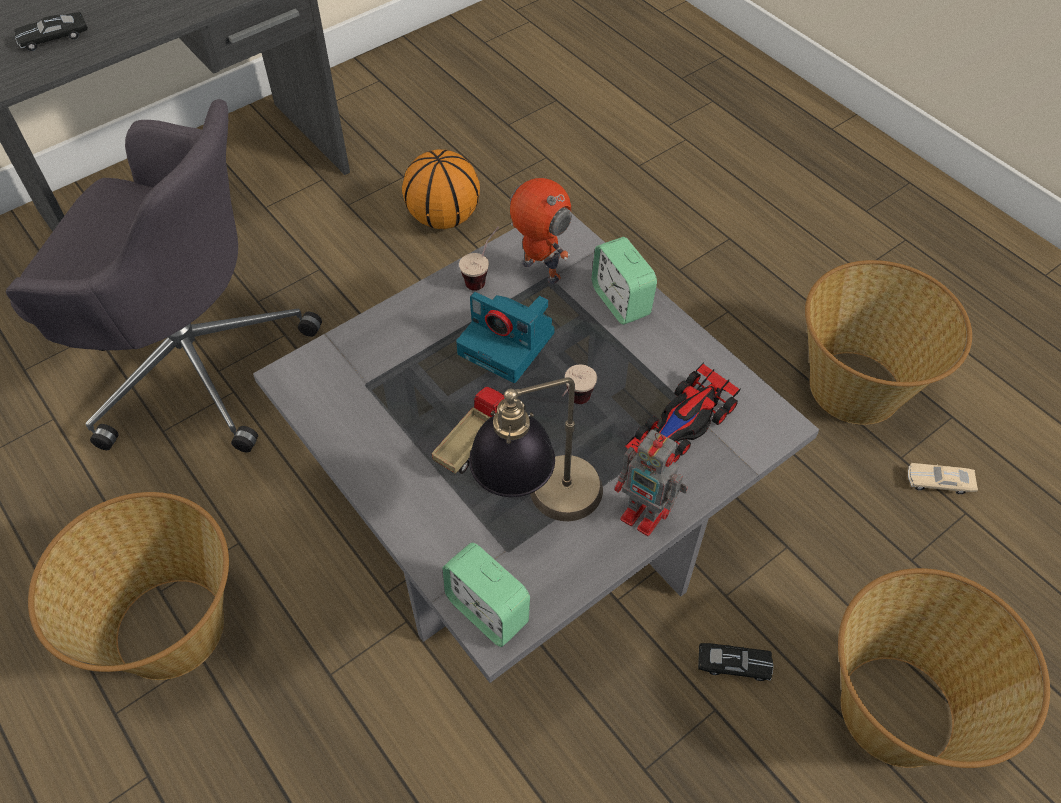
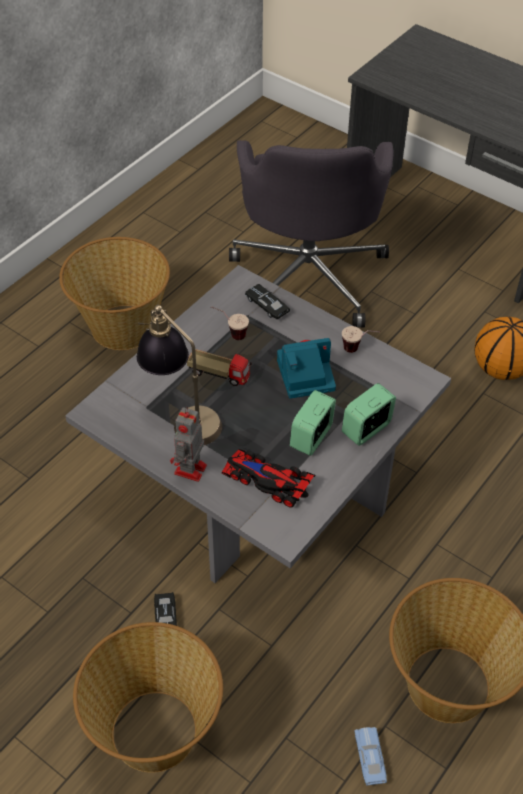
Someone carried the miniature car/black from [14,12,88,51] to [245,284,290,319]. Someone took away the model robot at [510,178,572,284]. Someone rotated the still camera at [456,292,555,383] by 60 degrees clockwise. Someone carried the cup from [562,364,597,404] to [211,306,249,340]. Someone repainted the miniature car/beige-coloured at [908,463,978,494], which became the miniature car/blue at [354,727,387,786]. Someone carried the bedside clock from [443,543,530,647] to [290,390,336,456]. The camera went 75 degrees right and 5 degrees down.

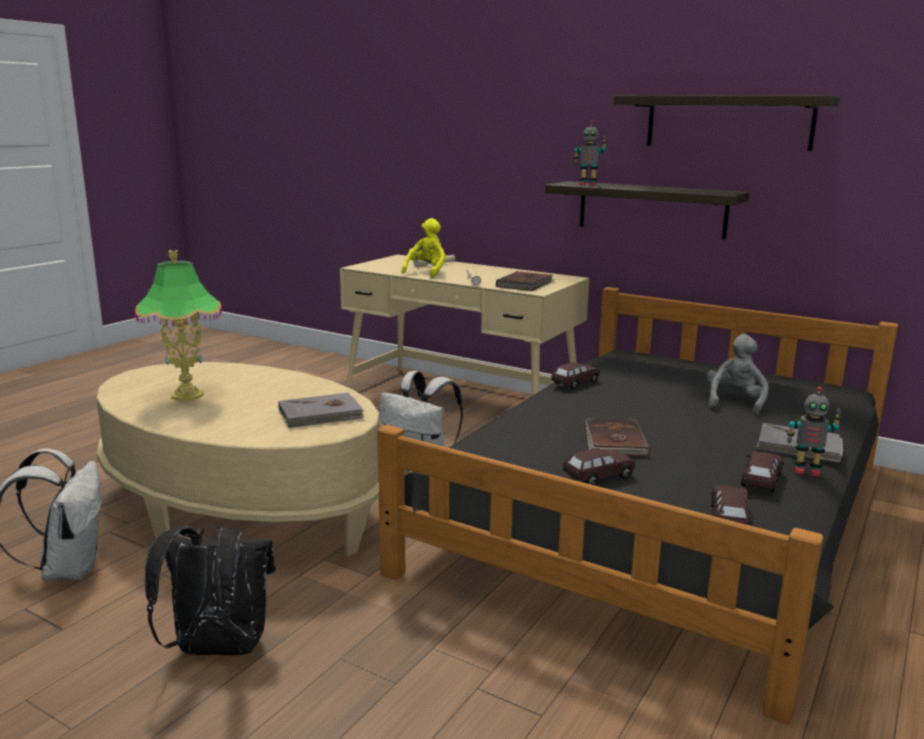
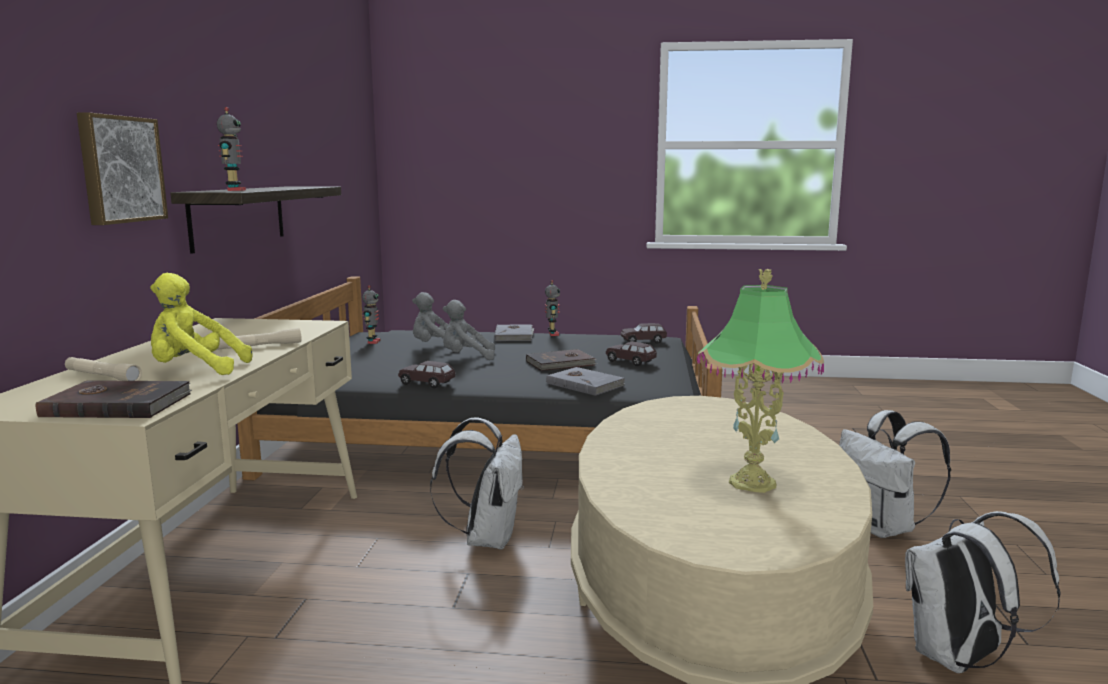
Someone took away the shelf at [613,95,841,151]. Someone carried the volume/brown from [496,271,555,291] to [36,380,192,418]. Someone carried the volume/gray from [278,393,365,428] to [546,367,626,396]. Someone took away the miniature car/brown at [741,451,784,493]. Someone repainted the backpack/black at [145,526,276,655], which became the backpack/whitish at [839,410,951,538]. Someone put up the picture at [77,112,168,225]. Someone put down the model robot at [362,285,381,344]. Someone put down the plush toy/gray at [443,300,495,360]. The camera went 115 degrees left and 5 degrees down.

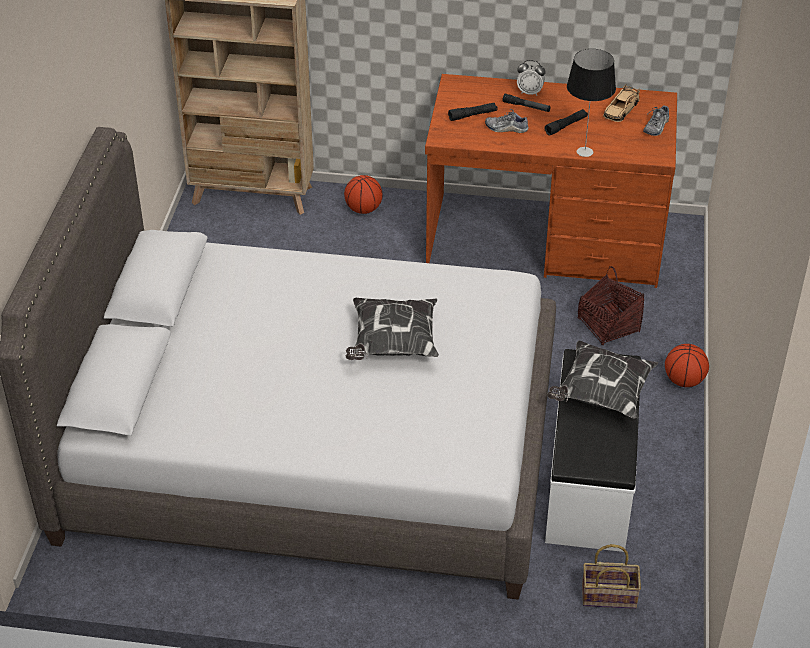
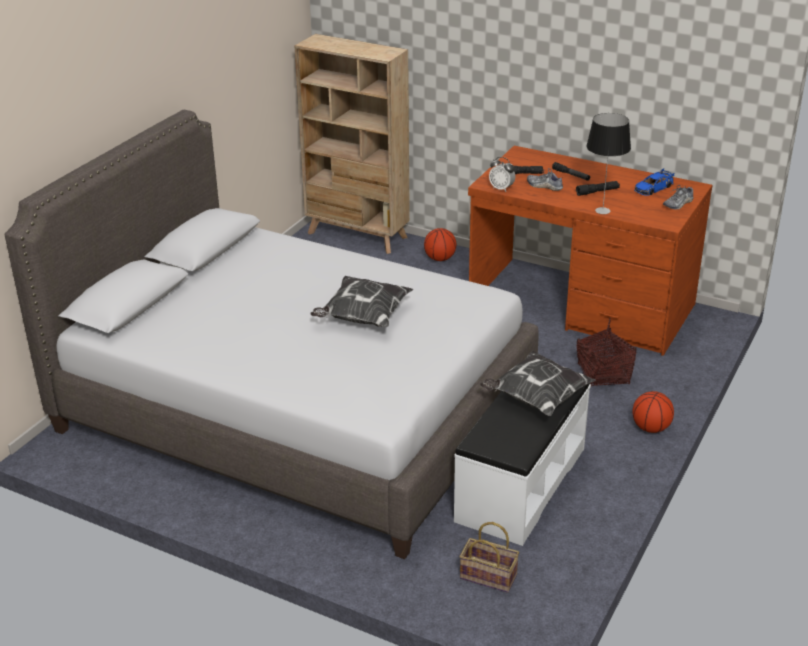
Someone carried the bedside clock from [517,60,546,96] to [489,157,515,192]. Someone repainted the miniature car/beige-coloured at [603,84,640,122], which became the miniature car/blue at [634,168,675,196]. The camera went 20 degrees right and 10 degrees down.

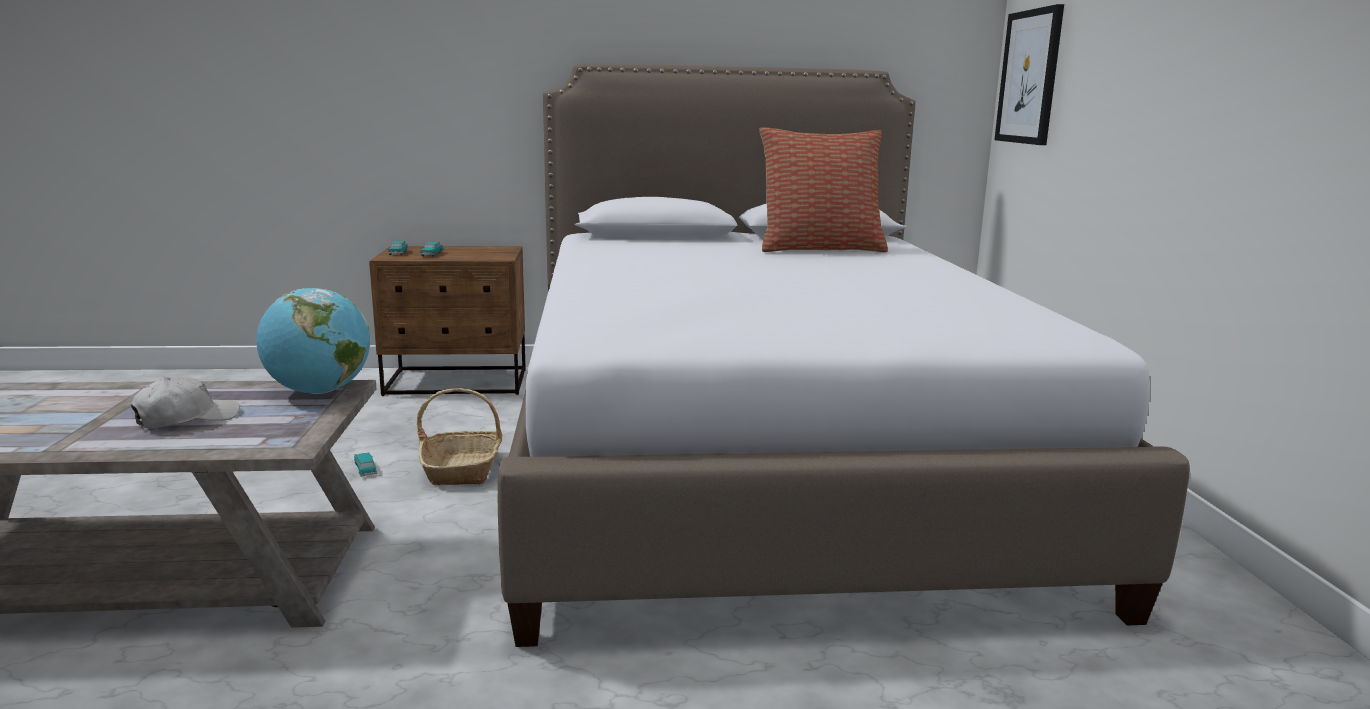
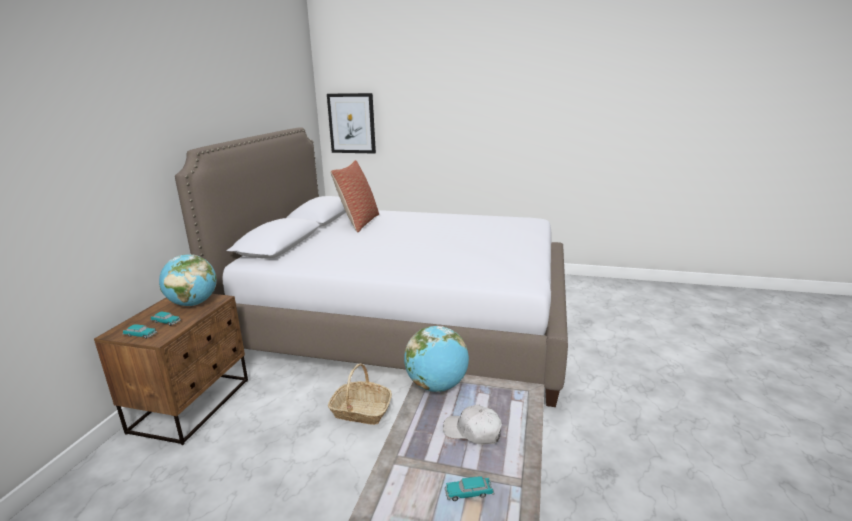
Someone rotated the baseball cap/whitish at [131,376,240,428] by 45 degrees counterclockwise. Someone carried the miniature car from [354,452,377,477] to [444,476,495,501]. Someone put down the desk globe at [159,254,217,306]. The camera went 70 degrees left and 5 degrees up.

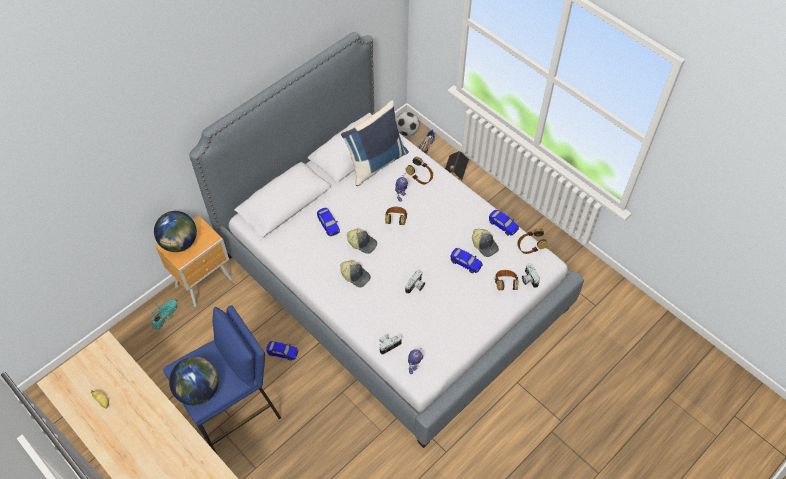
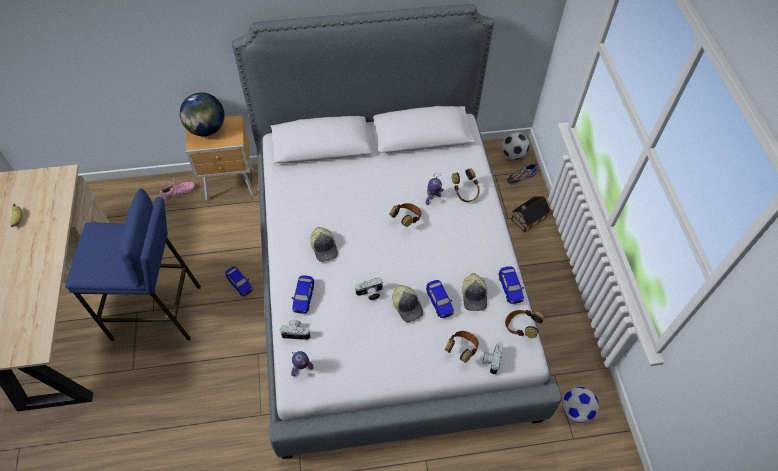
Someone took away the throw pillow/blue at [341,101,409,186]. Someone carried the miniature car from [317,208,340,236] to [292,275,314,314]. Someone carried the baseball cap from [347,229,377,254] to [392,285,423,322]. Someone repainted the item of footwear/blue-green at [148,299,177,330], which became the item of footwear/pinkish at [160,176,196,201]. Someone took away the desk globe at [169,357,219,405]. Someone put down the ball for football at [562,387,599,423]. The camera went 35 degrees right and 0 degrees up.

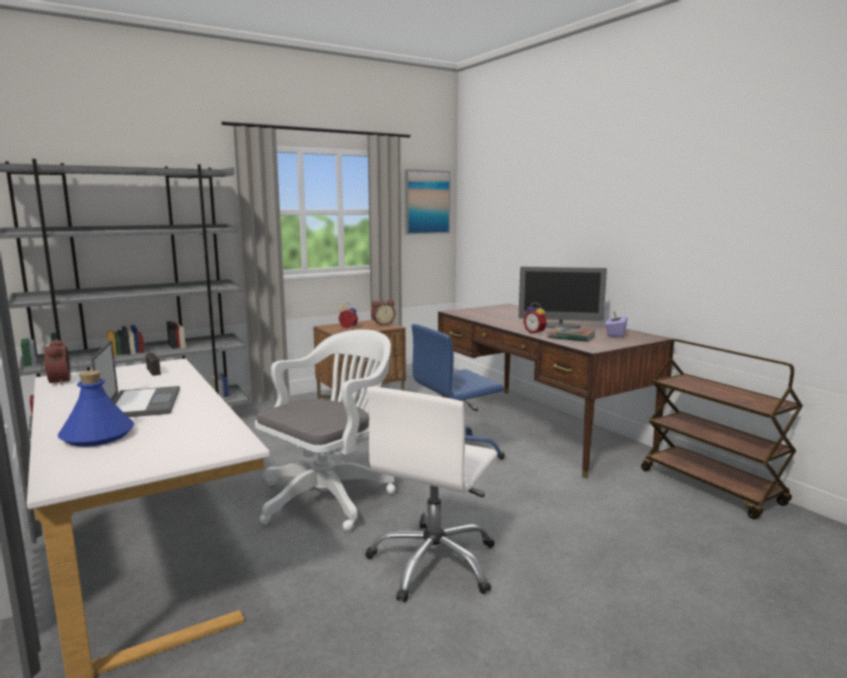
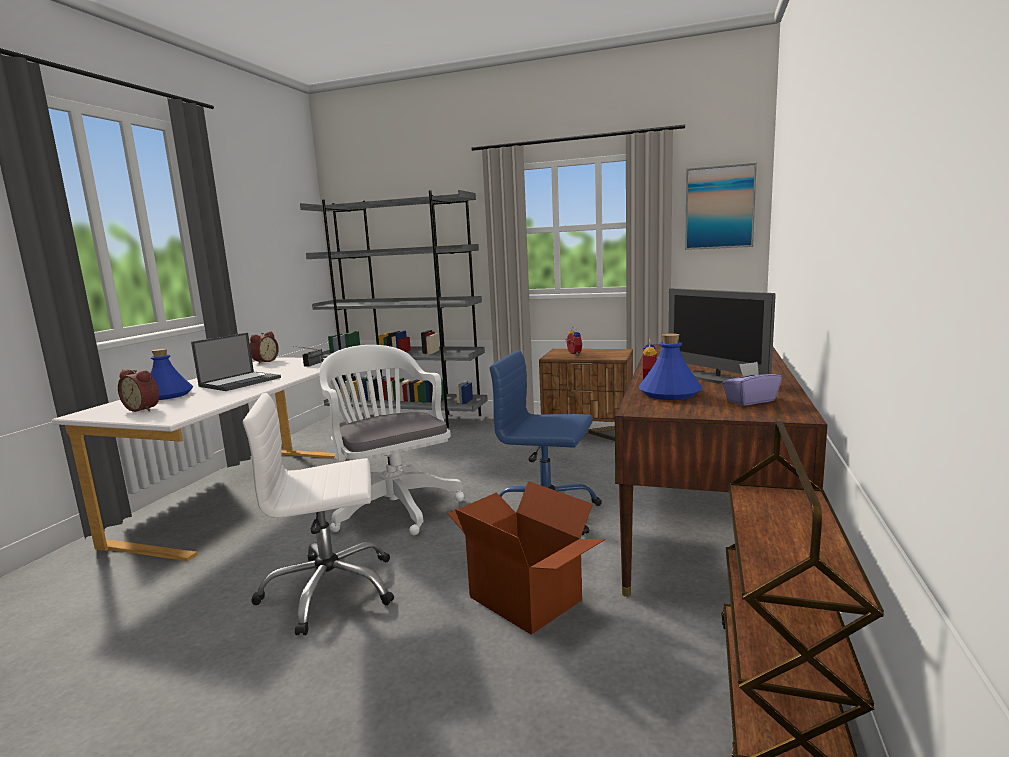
Someone carried the bedside clock from [371,300,395,325] to [118,369,159,412]. Someone swapped the volume at [547,327,596,342] for the bottle/blue at [639,333,702,400]. Someone rotated the office chair/whitish at [255,329,396,531] by 120 degrees counterclockwise. Someone put down the carton at [448,481,605,635]. The camera went 50 degrees right and 0 degrees up.

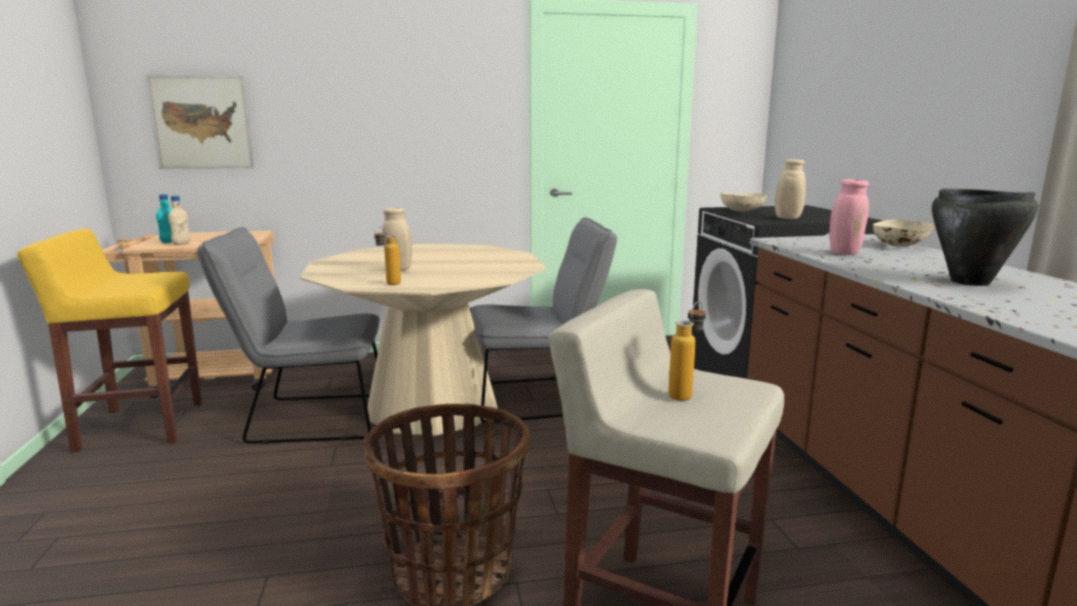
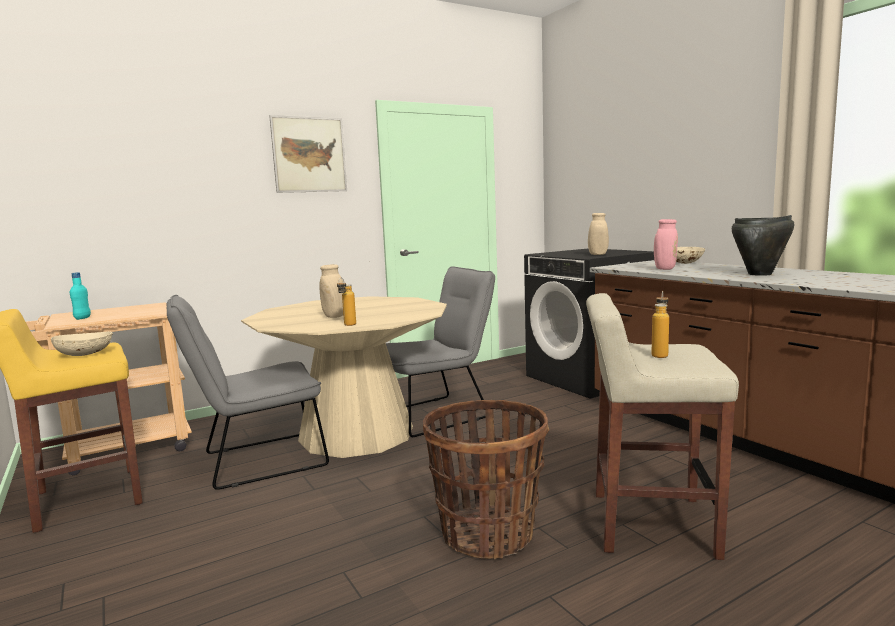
Someone carried the picture from [145,74,255,169] to [269,115,347,193]. Someone carried the bowl/beige-coloured from [720,193,767,212] to [51,331,113,356]. Someone took away the bottle/beige-coloured at [168,195,191,245]. The camera went 20 degrees left and 5 degrees down.

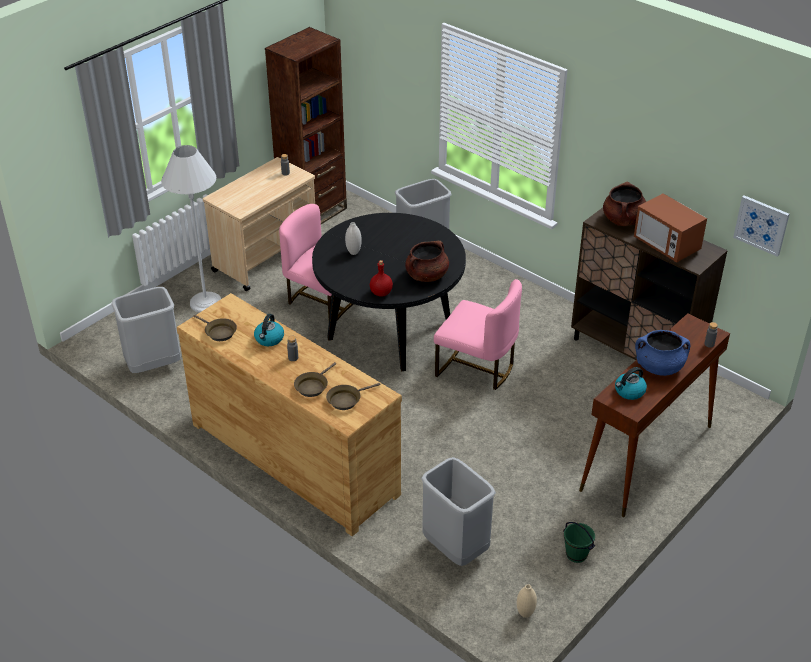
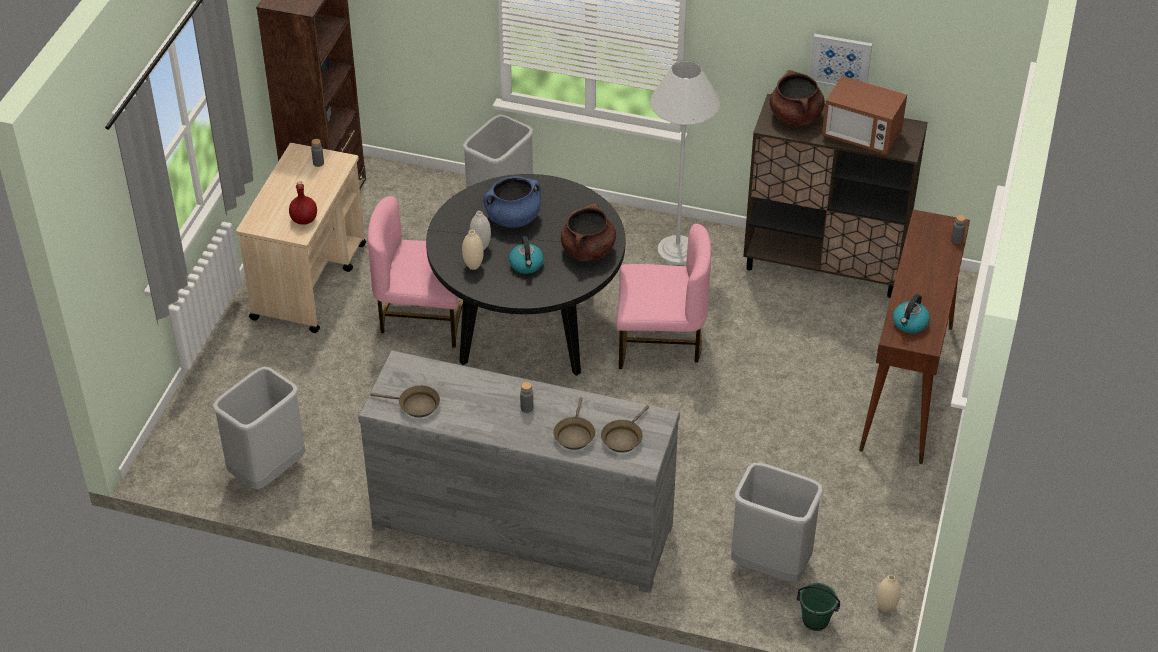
Someone carried the standing lamp/whitish from [161,145,221,313] to [650,60,720,265]. Someone carried the picture from [733,195,789,257] to [810,34,872,87]. Someone carried the bottle/red-coloured from [370,260,393,297] to [289,181,317,225]. Someone repainted the drawer chest/brown at [177,293,402,536], which became the drawer chest/gray at [358,350,680,593]. Someone carried the water kettle from [254,314,284,346] to [509,236,544,274]. Someone carried the saucepot/blue from [635,330,690,376] to [483,176,541,228]. Someone carried the pail/green-coloured from [563,522,595,563] to [797,583,840,631]. Someone put down the vase/beige-coloured at [462,230,484,270]. The camera went 25 degrees left and 5 degrees up.

